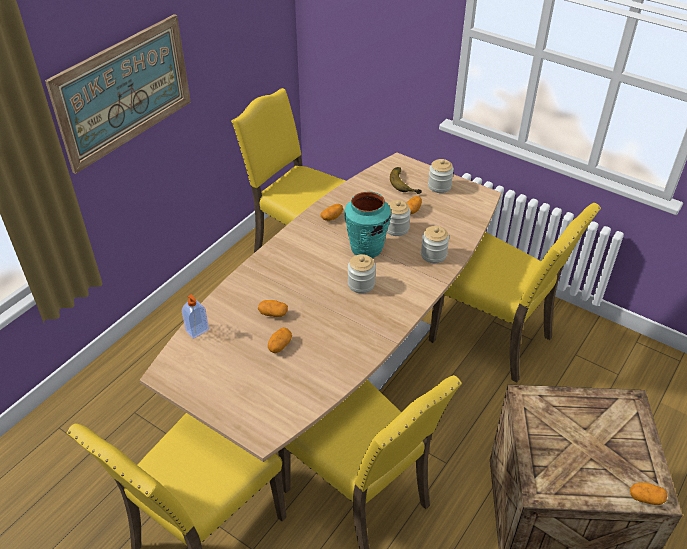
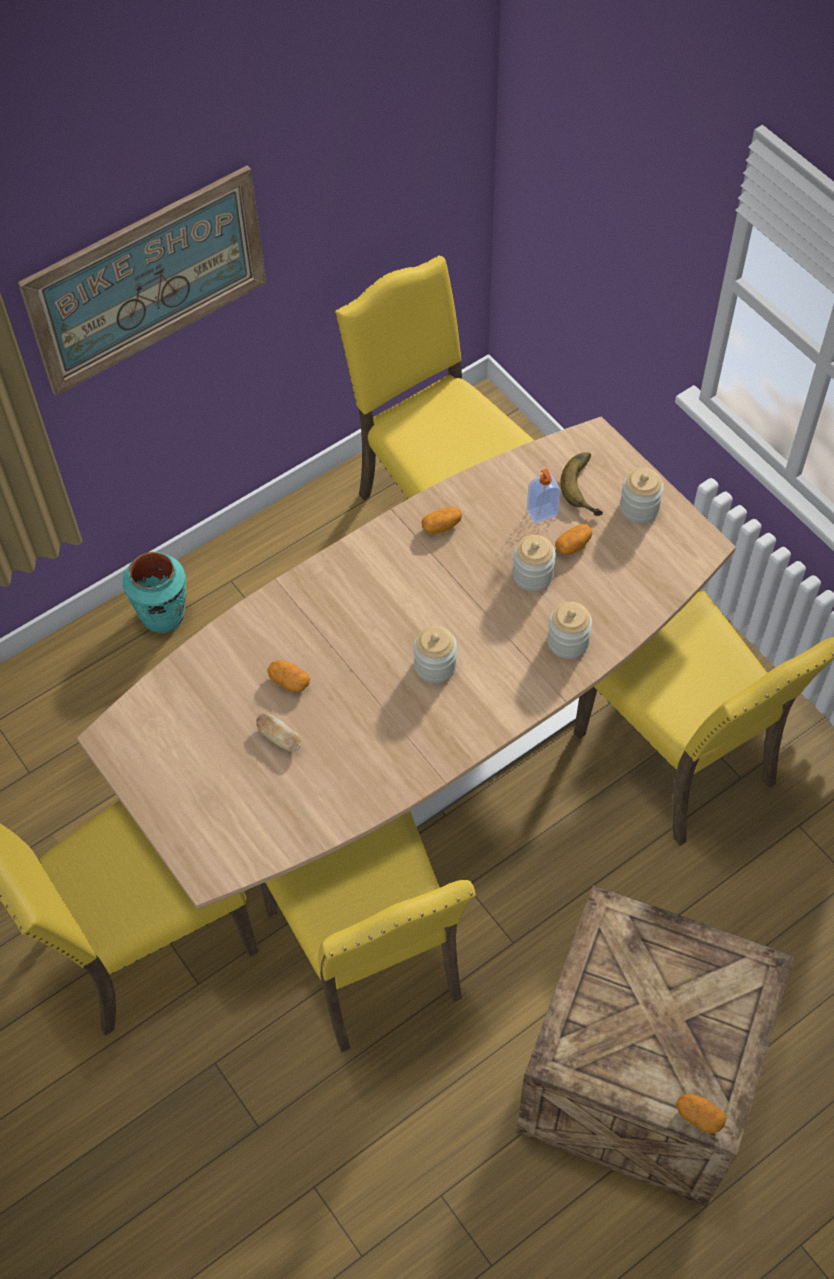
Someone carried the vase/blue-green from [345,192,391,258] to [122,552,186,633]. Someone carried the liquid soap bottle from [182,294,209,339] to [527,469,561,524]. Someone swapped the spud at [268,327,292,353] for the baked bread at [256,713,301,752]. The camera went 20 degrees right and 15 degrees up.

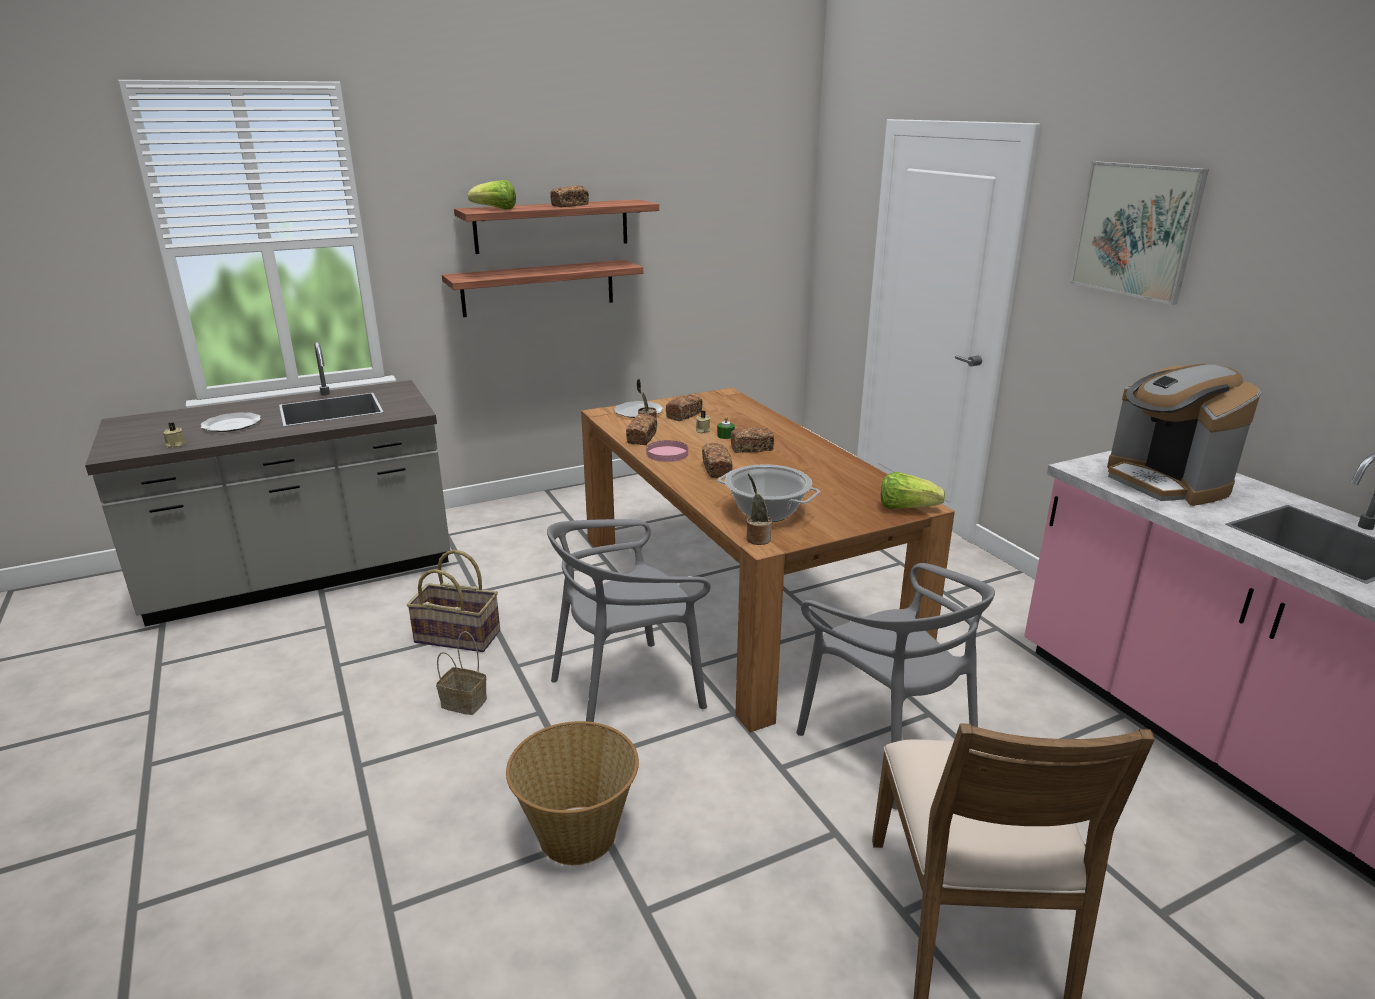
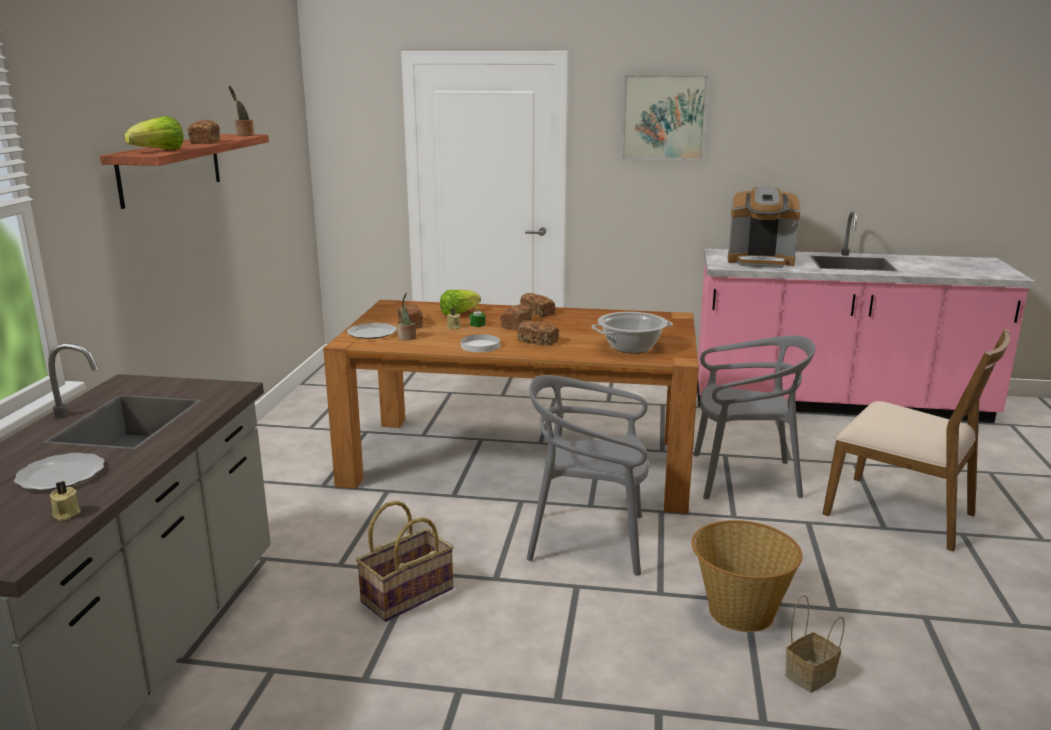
Someone took away the shelf at [442,260,643,317]. Someone carried the baked bread from [626,414,657,445] to [520,293,555,317]. Someone repainted the plate/pinkish at [646,440,688,462], which became the plate/whitish at [461,334,500,352]. Someone carried the lettuce from [881,472,945,509] to [440,290,481,316]. Someone carried the houseplant from [747,473,772,545] to [229,86,255,136]. Someone rotated the upright chair/gray at [547,519,711,726] by 90 degrees clockwise. Someone carried the household basket from [436,631,487,715] to [785,595,845,693]. The camera went 55 degrees left and 5 degrees down.

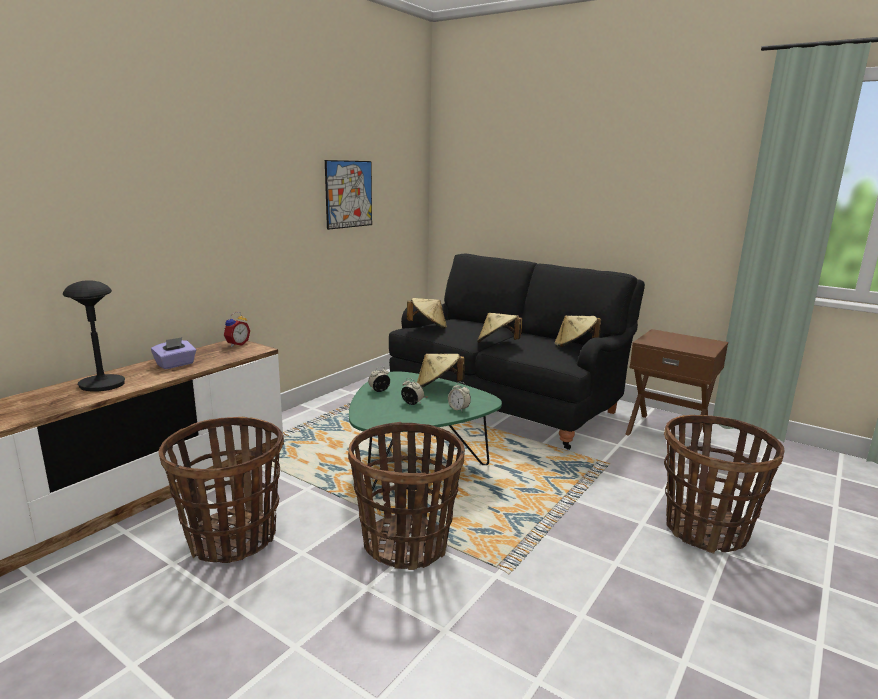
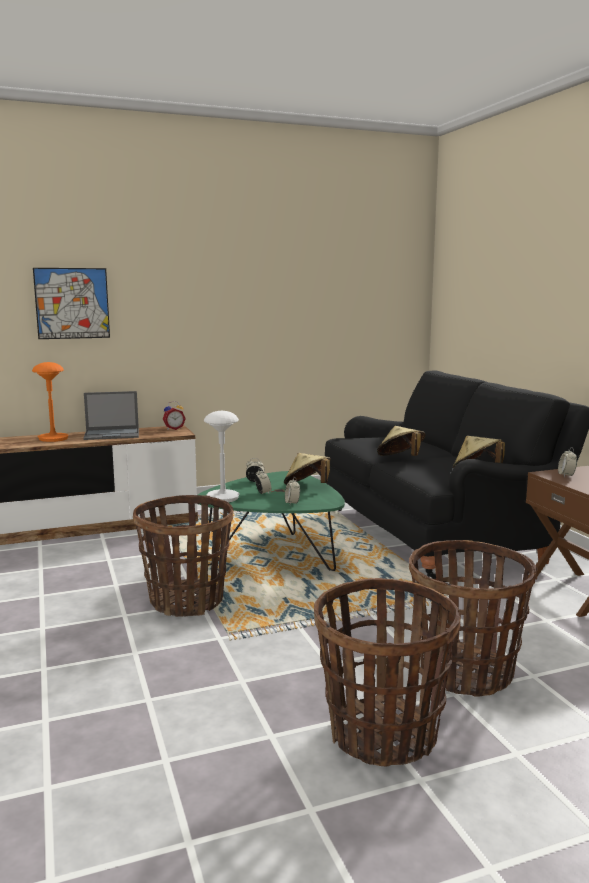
Someone carried the picture from [325,160,372,230] to [33,268,110,339]. Someone repainted the table lamp/black at [63,280,125,392], which became the table lamp/orange-coloured at [32,362,69,442]. Someone took away the wearable hat/beige-coloured at [407,298,447,329]. Someone swapped the box of tissues/purplish at [151,337,196,369] for the laptop at [83,391,139,440]. Someone carried the household basket from [159,417,283,563] to [314,578,461,767]. Someone put down the table lamp/whitish at [204,411,240,502]. Someone put down the bedside clock at [558,447,577,477]. The camera went 35 degrees right and 5 degrees down.

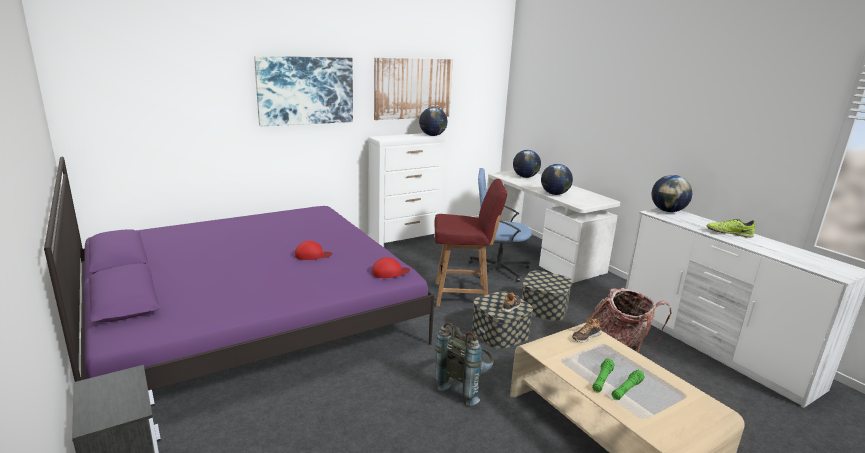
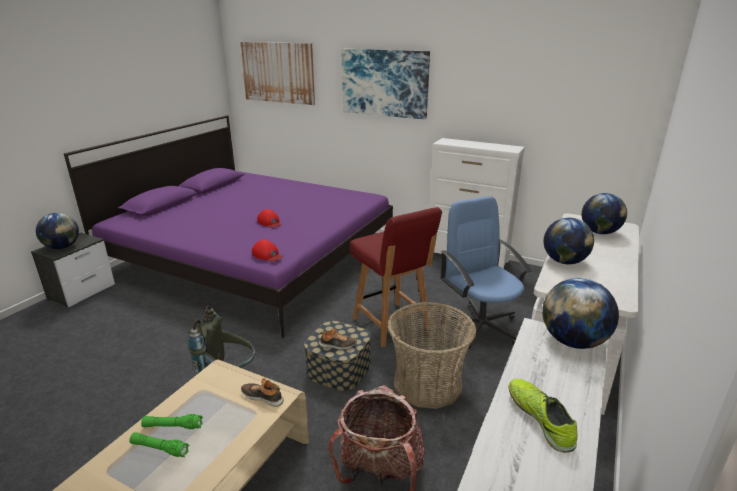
Someone carried the picture from [374,58,453,120] to [240,42,315,105]. Someone carried the desk globe from [419,107,447,136] to [36,213,79,249]. Someone swapped the storage box at [521,270,572,321] for the household basket at [387,302,477,409]. The camera went 60 degrees right and 5 degrees up.

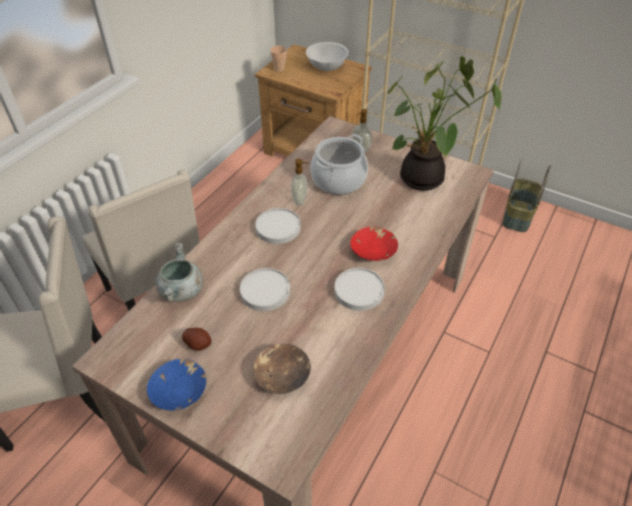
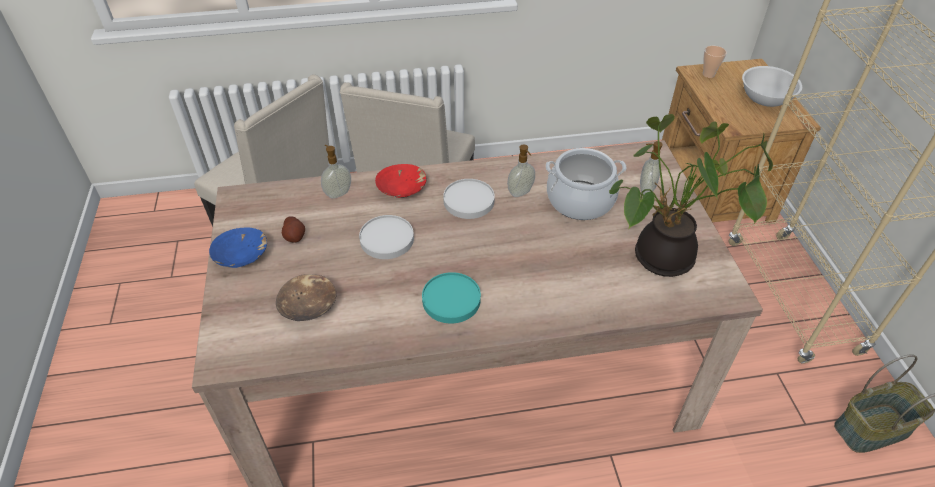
Someone carried the bowl/red-coloured from [350,227,398,261] to [375,164,427,198]. Someone swapped the saucepot/gray at [156,243,203,302] for the liquid soap bottle at [321,145,351,199]. Someone repainted the plate/whitish at [334,268,385,311], which became the plate/blue-green at [422,272,481,324]. The camera went 50 degrees right and 0 degrees up.

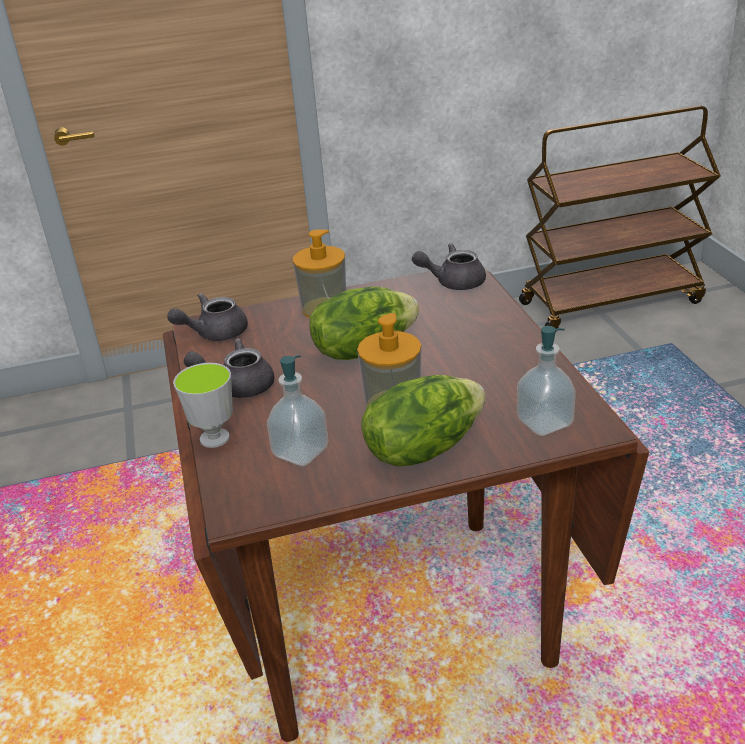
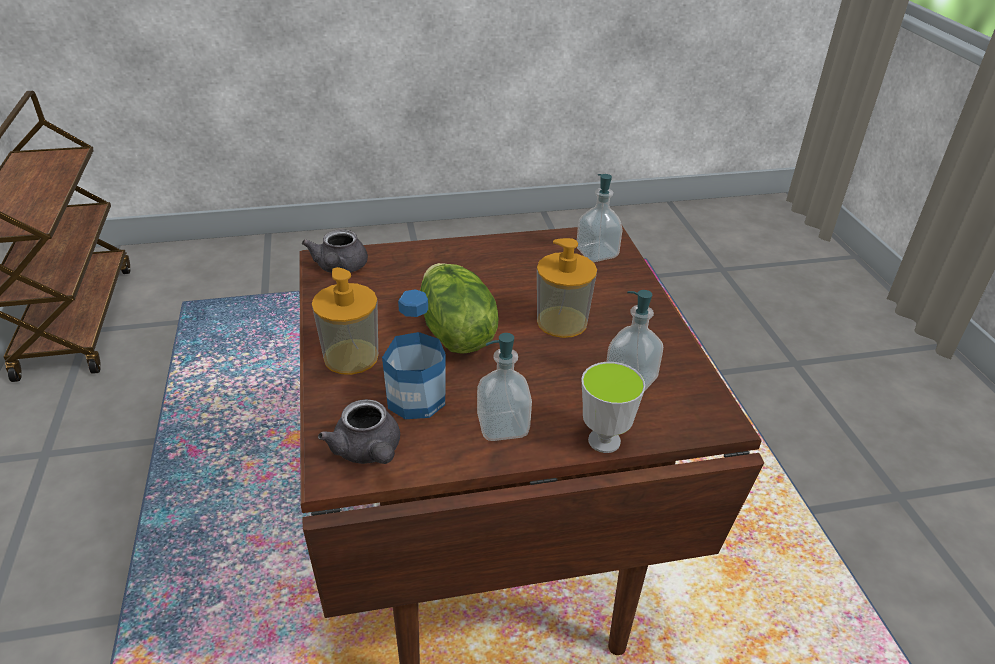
Someone swapped the teapot/gray at [184,338,274,398] for the liquid soap bottle at [477,333,532,441]. Someone took away the lettuce at [361,375,486,466]. Someone put down the bottle at [382,289,446,419]. The camera went 90 degrees left and 5 degrees up.

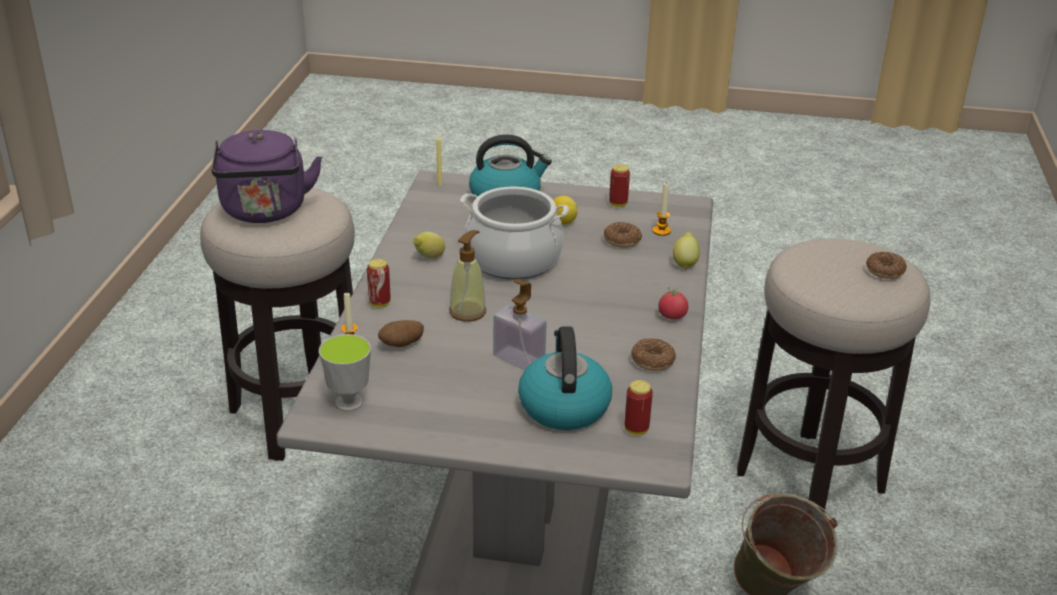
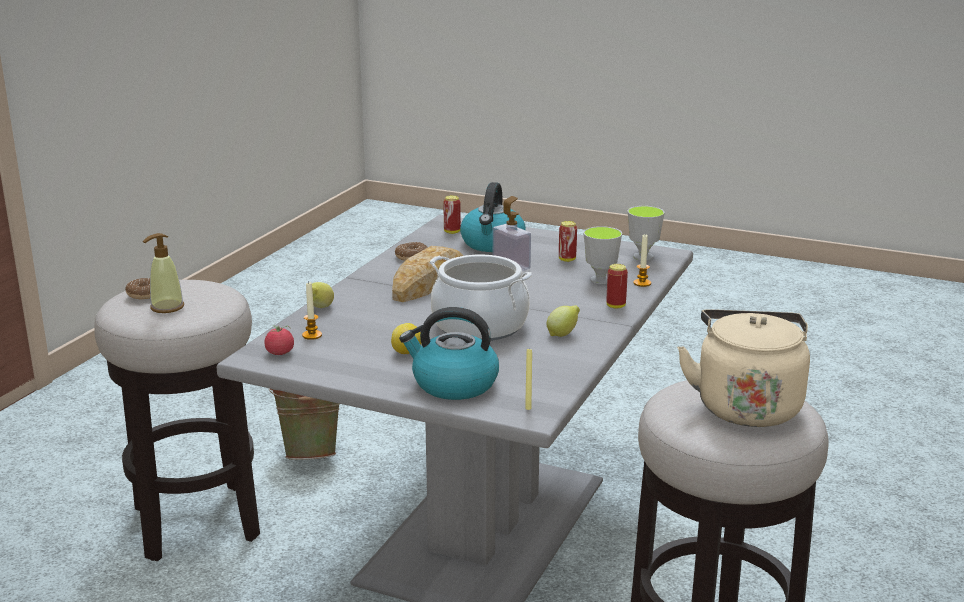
Someone repainted the water kettle/purplish at [212,130,322,223], which became the water kettle/beige-coloured at [677,309,810,427]. Someone carried the metal can from [609,164,630,207] to [559,221,577,262]. Someone took away the doughnut at [604,222,642,248]. Someone carried the liquid soap bottle from [449,230,486,322] to [143,233,184,313]. Someone carried the fresh tomato from [658,287,688,319] to [264,325,294,355]. Someone swapped the spud at [378,320,424,347] for the cup at [583,226,622,284]. Someone put down the baked bread at [392,246,463,302]. The camera went 165 degrees left and 10 degrees down.

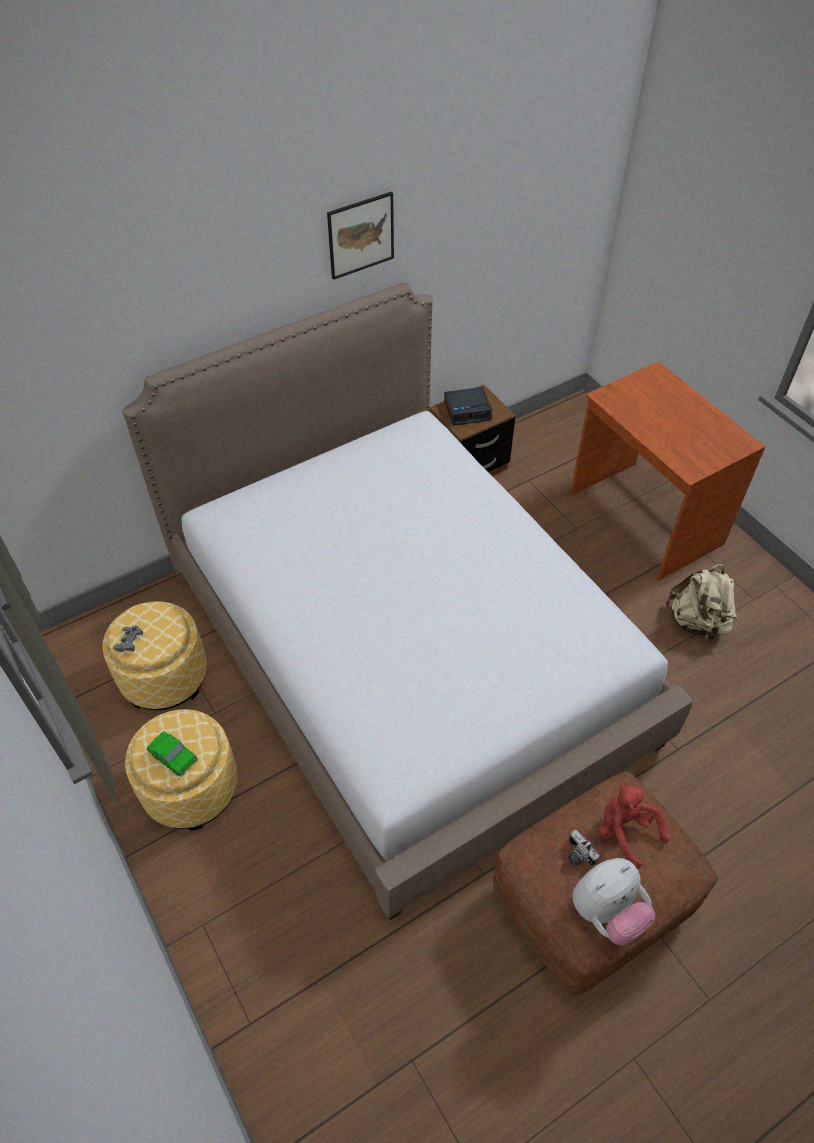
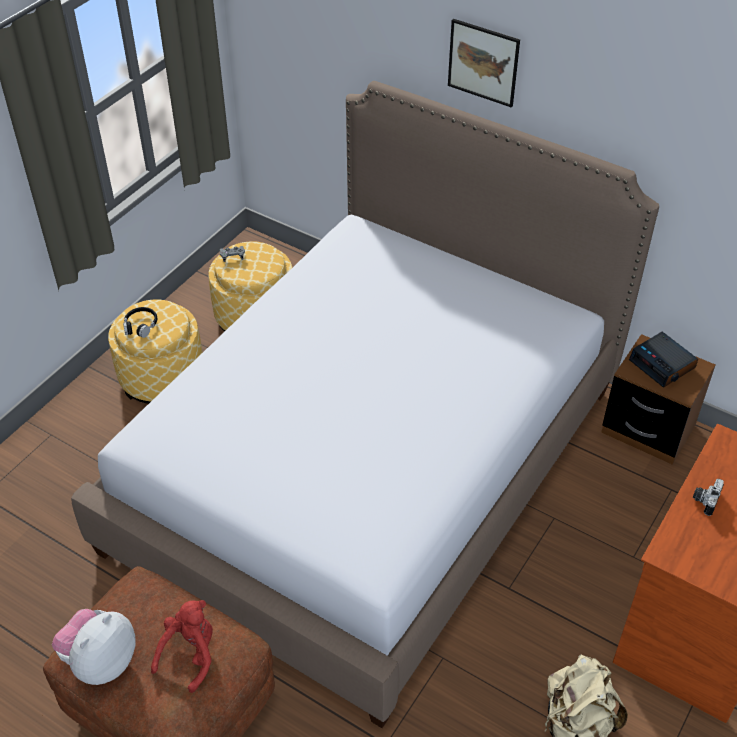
Someone carried the picture from [327,192,394,280] to [448,19,520,107]. Someone swapped the miniature car at [147,731,198,777] for the headset/black at [123,307,157,338]. Someone carried the still camera from [568,830,599,866] to [693,479,724,516]. Someone rotated the plush toy at [572,858,655,945] by 90 degrees clockwise. The camera went 65 degrees right and 5 degrees down.

